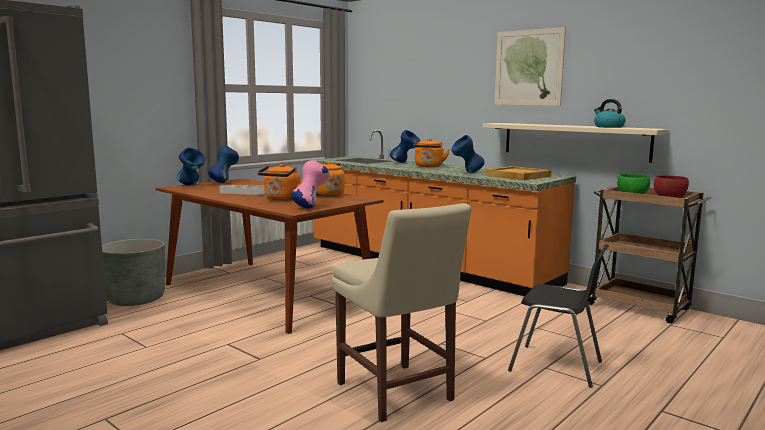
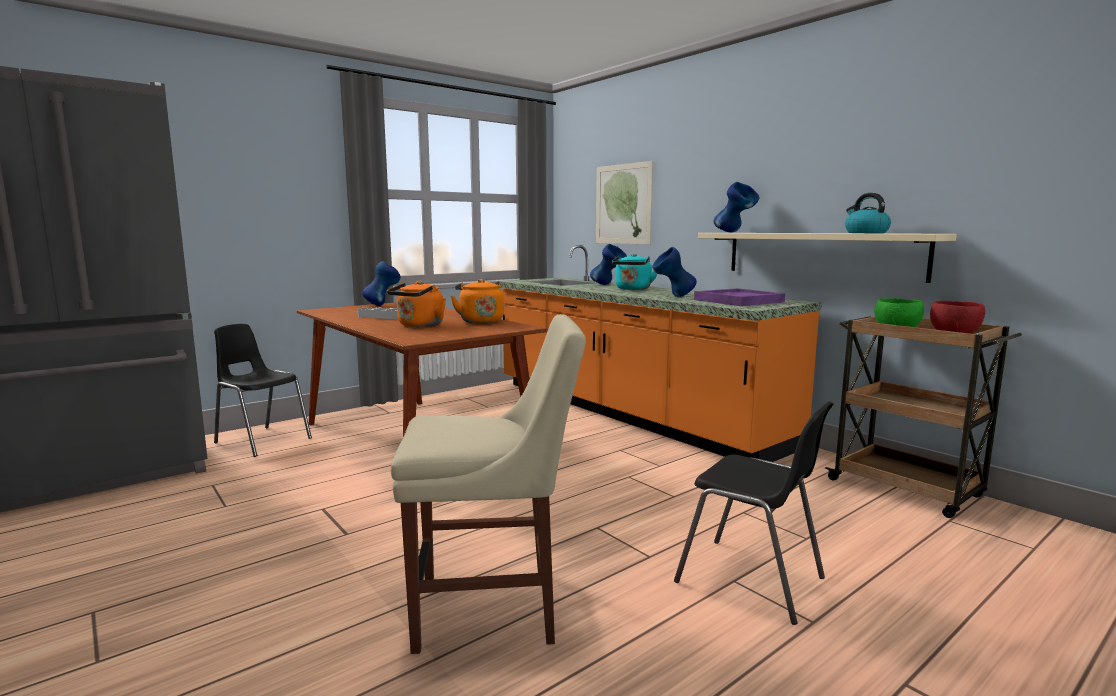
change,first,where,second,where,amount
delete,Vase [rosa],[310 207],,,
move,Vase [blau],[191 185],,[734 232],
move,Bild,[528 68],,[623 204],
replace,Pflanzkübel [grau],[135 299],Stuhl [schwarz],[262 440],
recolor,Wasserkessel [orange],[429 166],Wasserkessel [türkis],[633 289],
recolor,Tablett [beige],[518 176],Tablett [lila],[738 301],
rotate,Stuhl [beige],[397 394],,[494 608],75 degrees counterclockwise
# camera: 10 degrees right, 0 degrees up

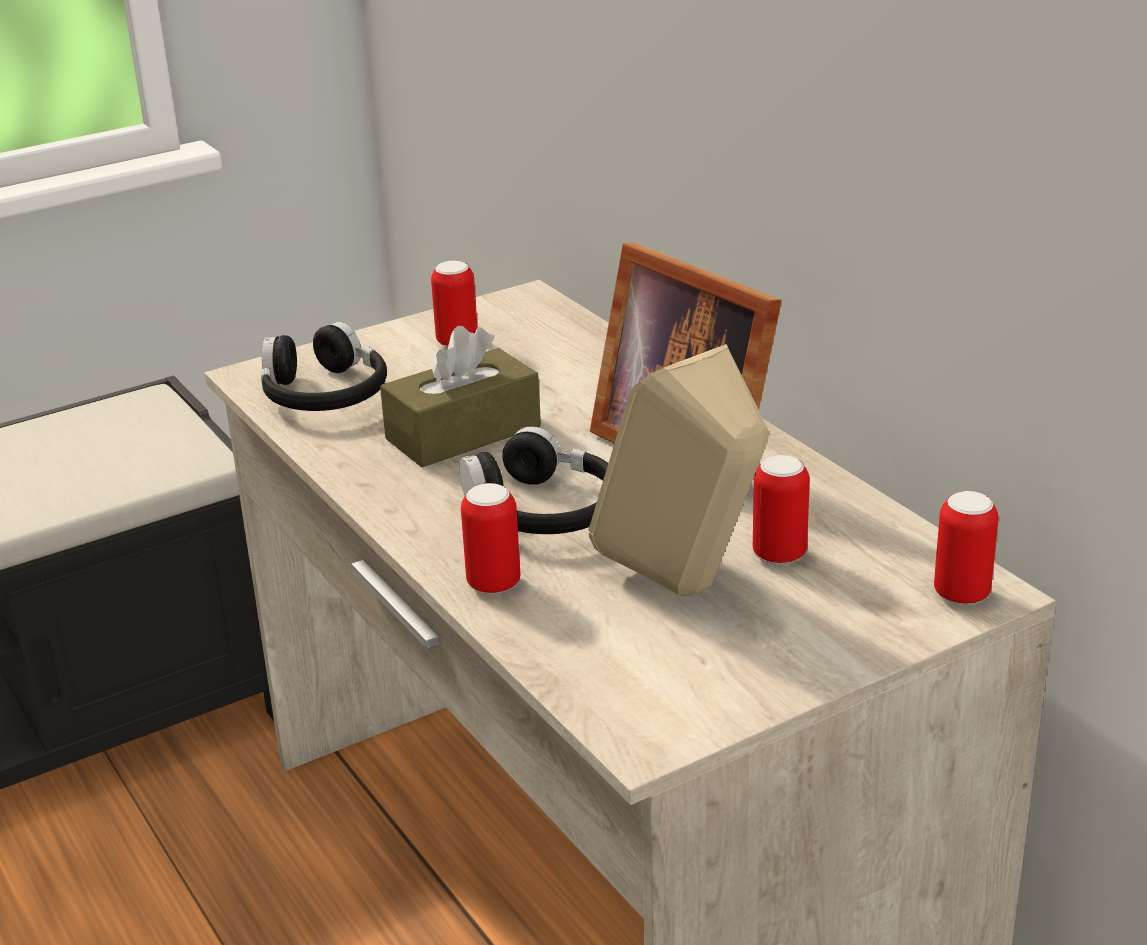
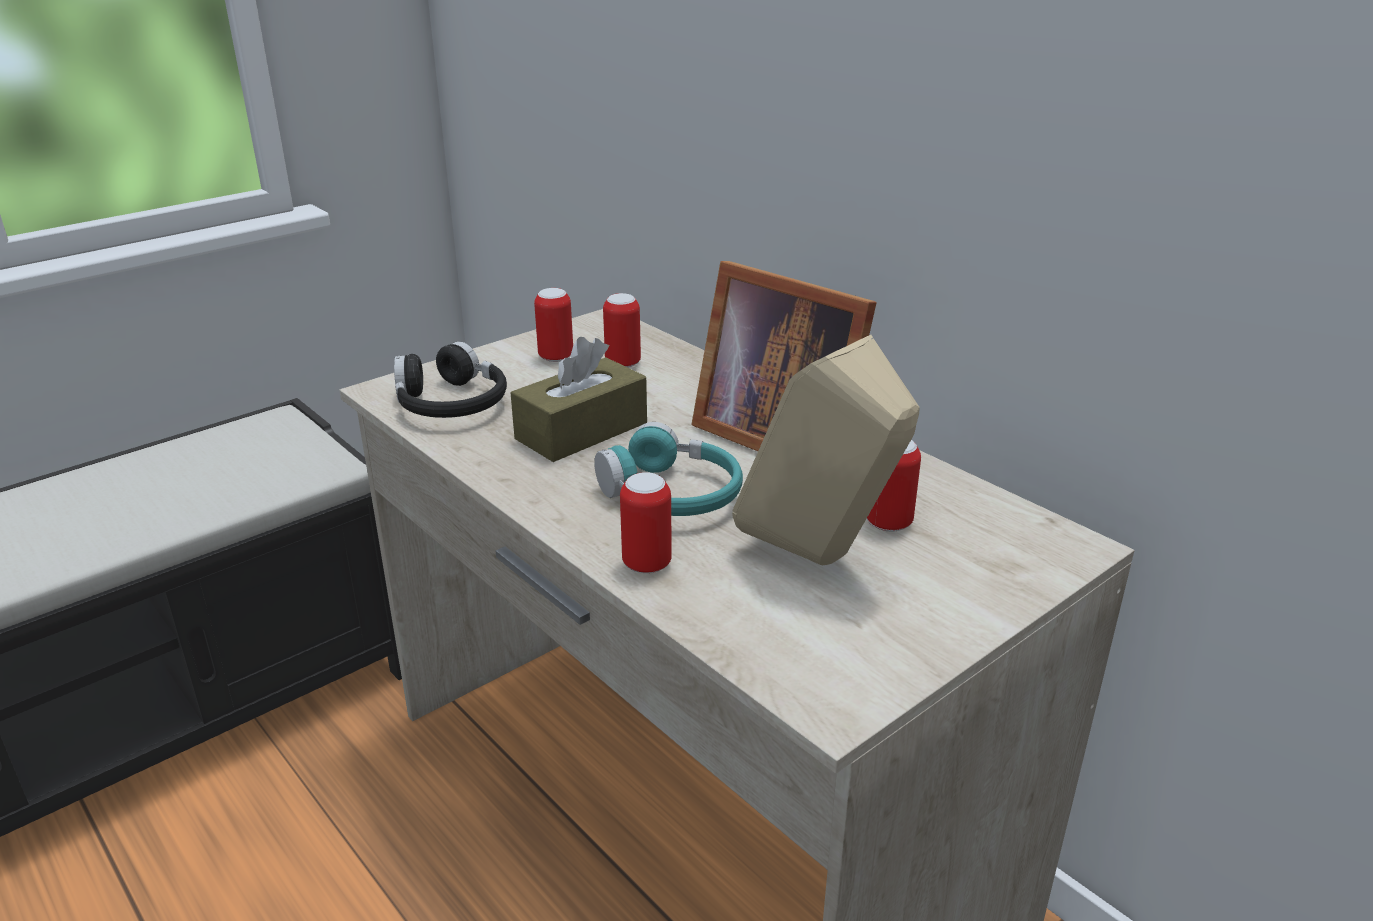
change,first,where,second,where,amount
move,Dose,[961 594],,[623 363],
recolor,Kopfhörer [schwarz],[543 511],Kopfhörer [türkis],[671 495],
# camera: 10 degrees left, 0 degrees up

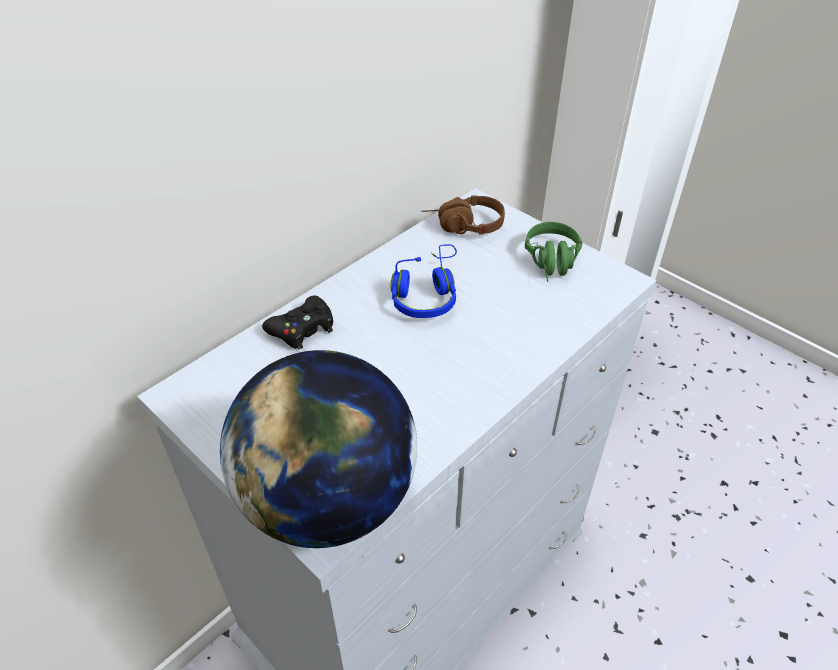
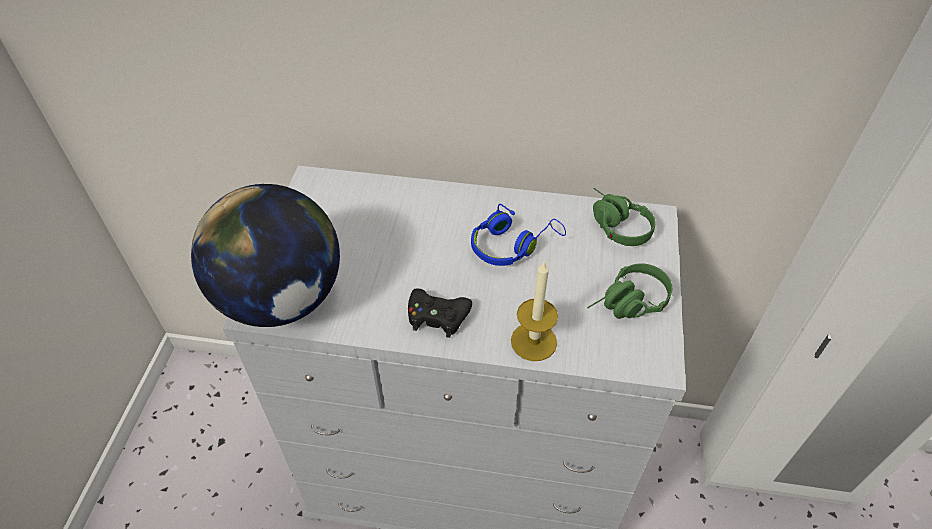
change,first,where,second,where,amount
insert,,,Kerze,[533 341],
move,Gamepad [schwarz],[302 329],,[437 316],
recolor,Kopfhörer [braun],[462 227],Kopfhörer [grün],[614 224],
# camera: 55 degrees right, 5 degrees up

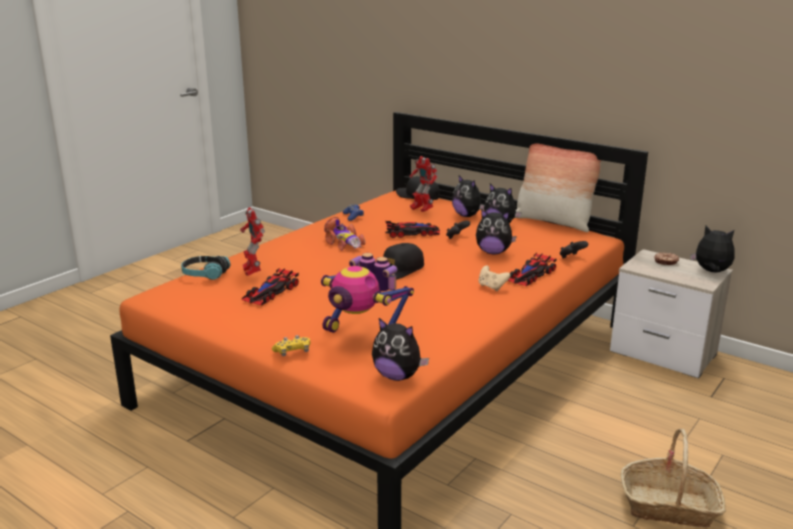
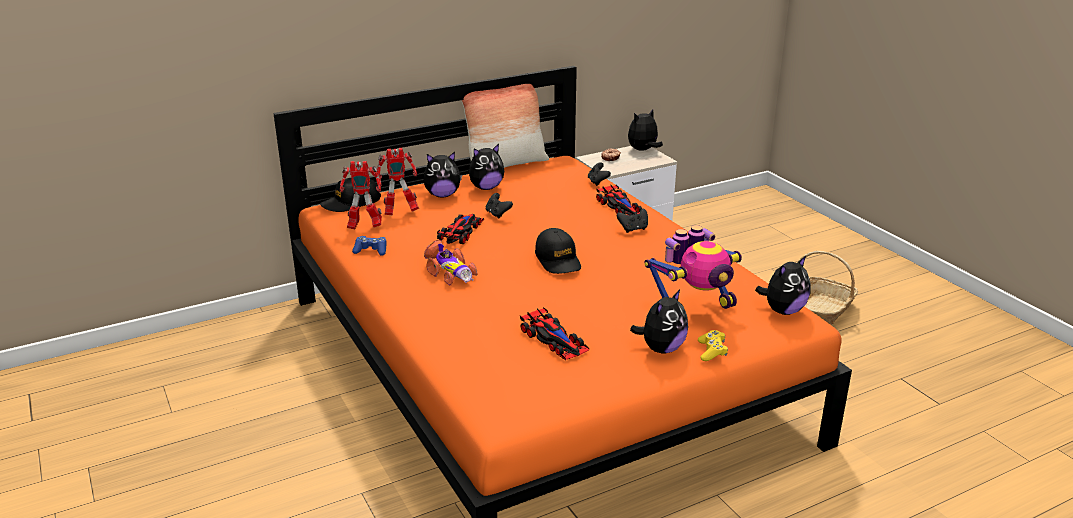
change,first,where,second,where,amount
delete,Kopfhörer,[205 274],,,
move,Spielzeugroboter,[252 273],,[364 226],
move,Plüschtier,[493 252],,[661 348],
recolor,Gamepad [beige],[492 287],Gamepad [schwarz],[633 229],
rotate,Spielzeugauto,[343 242],,[449 272],60 degrees clockwise
# camera: 65 degrees left, 5 degrees up

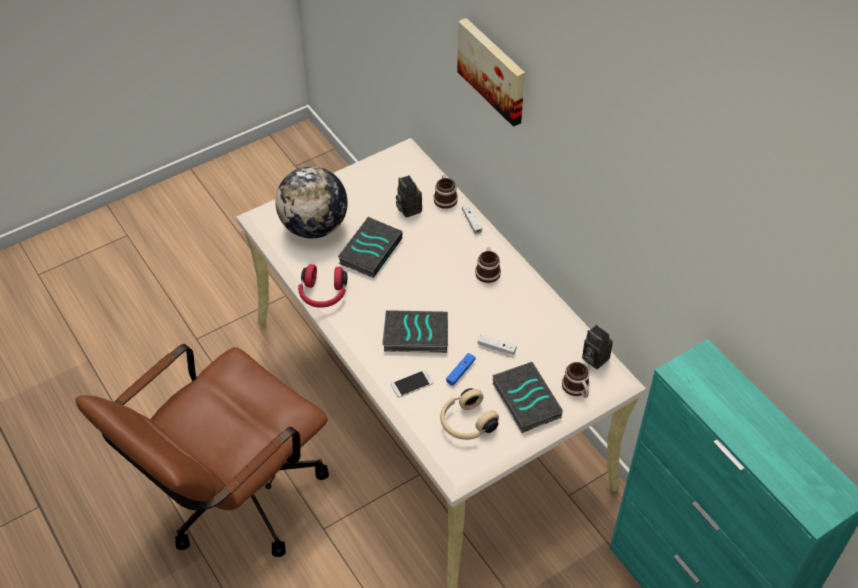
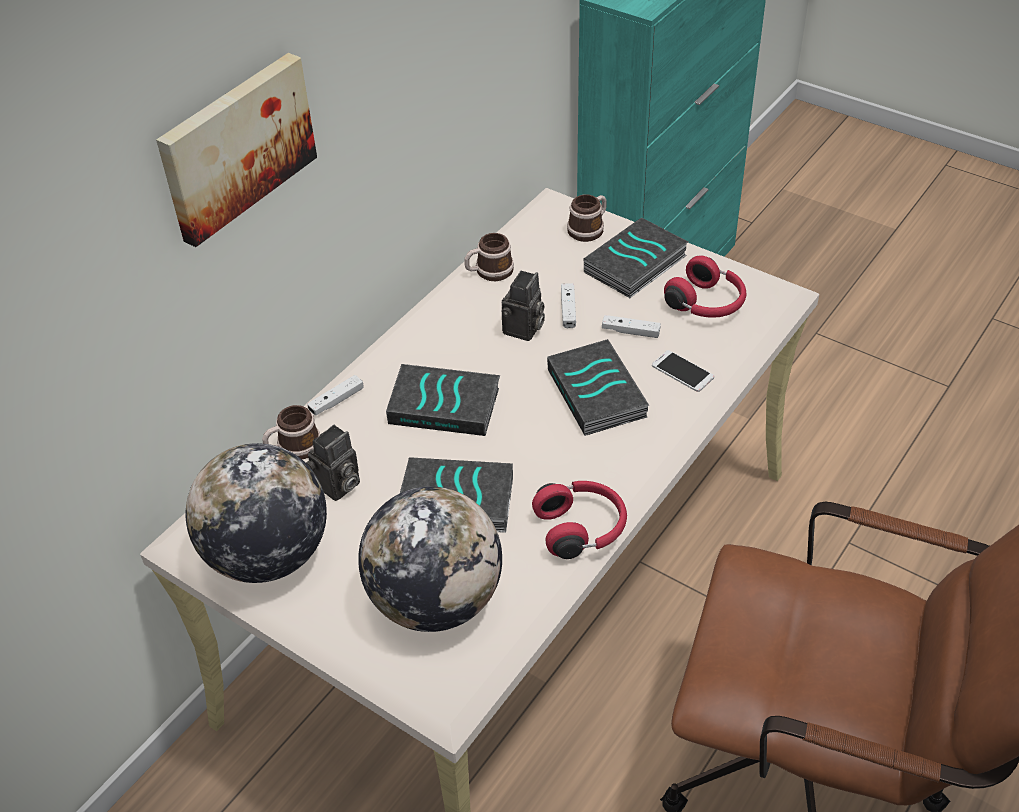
change,first,where,second,where,amount
insert,,,Globus,[268 555],
insert,,,Buch,[445 405],
move,Henkelbecher,[487 271],,[489 272],
move,Kamera,[593 358],,[523 330],
recolor,Kopfhörer [beige],[466 423],Kopfhörer [rot],[707 304],
recolor,Gamepad [blau],[460 372],Gamepad [weiß],[630 331],
# camera: 110 degrees left, 5 degrees down

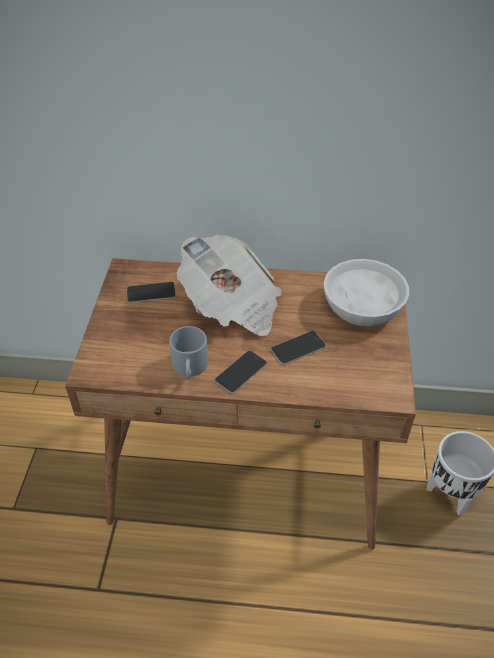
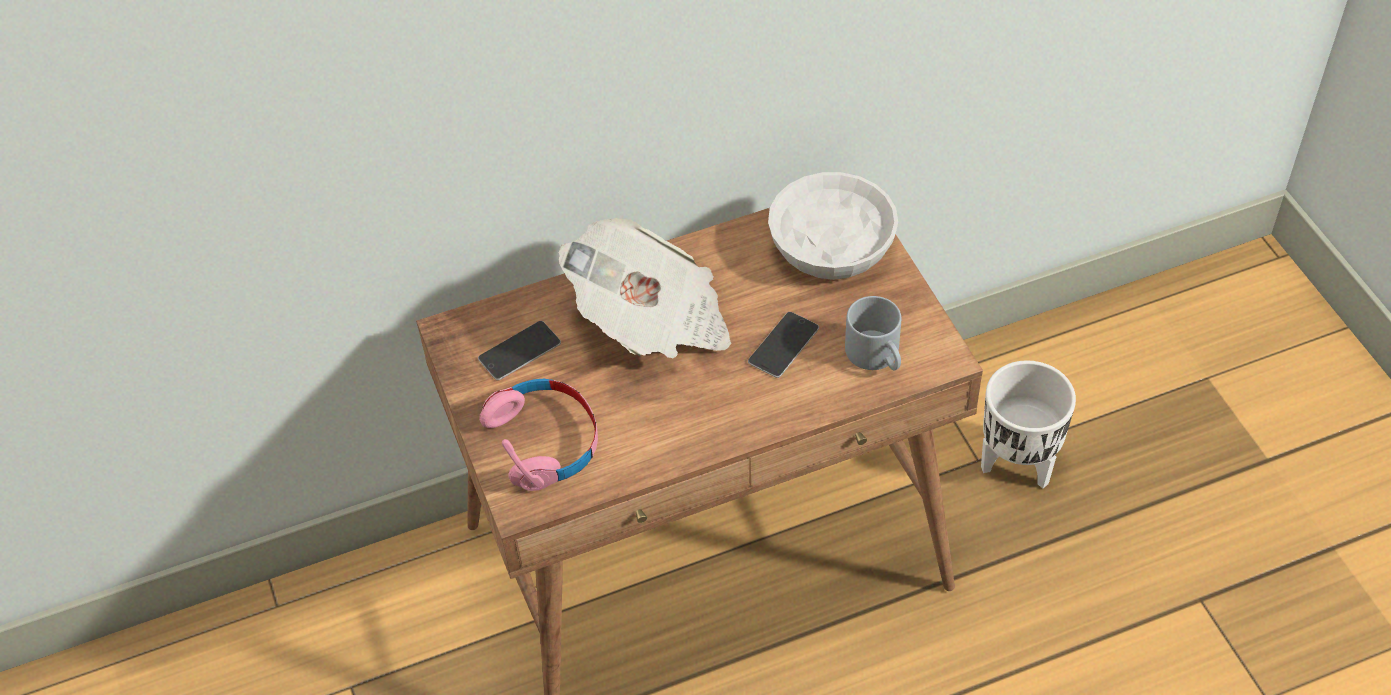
change,first,where,second,where,amount
delete,Handy,[241 372],,,
insert,,,Kopfhörer [rosa],[544 441],
move,Henkelbecher [grau],[190 368],,[878 355],
# camera: 25 degrees left, 5 degrees up

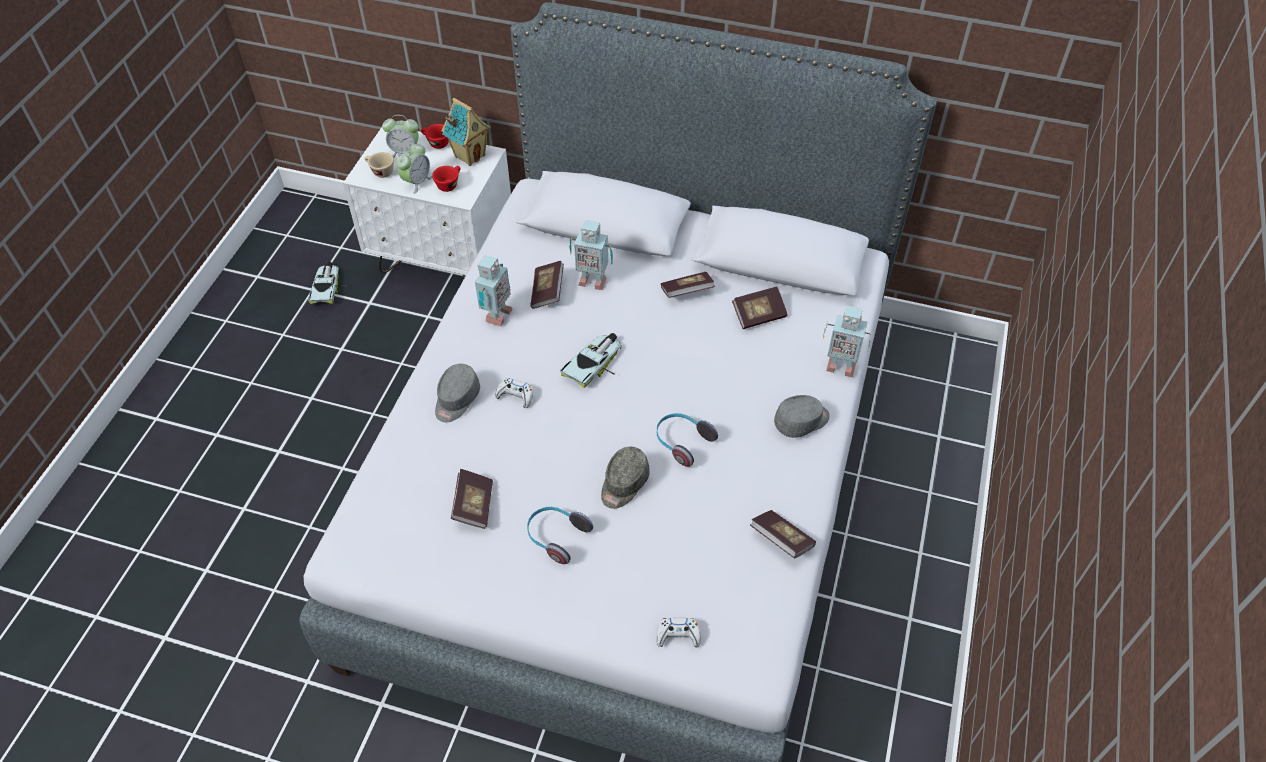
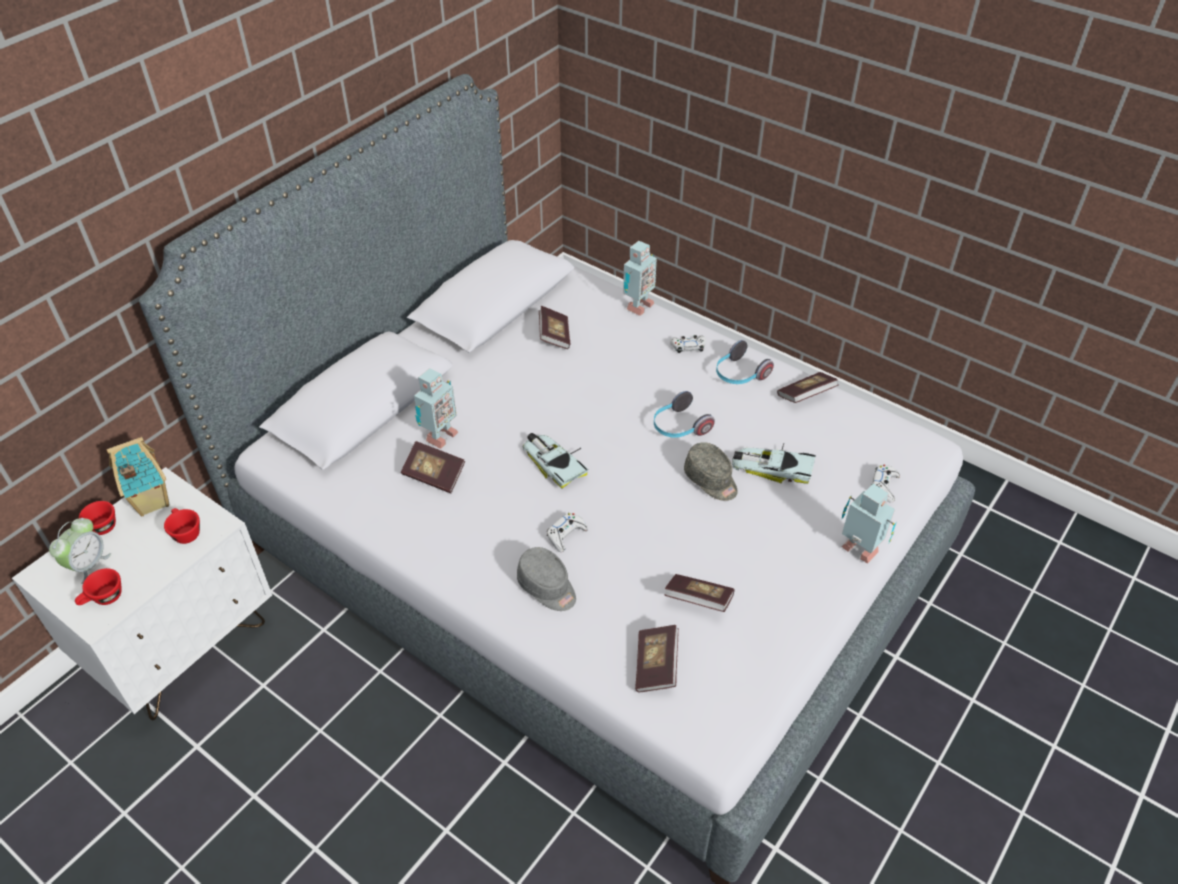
change,first,where,second,where,amount
delete,Wecker,[416 182],,,
move,Spielzeugauto,[327 286],,[772 467],
move,Spielzeugroboter,[496 315],,[859 552],
move,Kopfhörer,[556 537],,[739 374],
move,Buch,[687 292],,[656 666],
replace,Kappe [grau],[802 421],Gamepad [weiß],[688 347],
recolor,Tasse [beige],[380 171],Tasse [rot],[103 599],
# camera: 70 degrees left, 5 degrees down

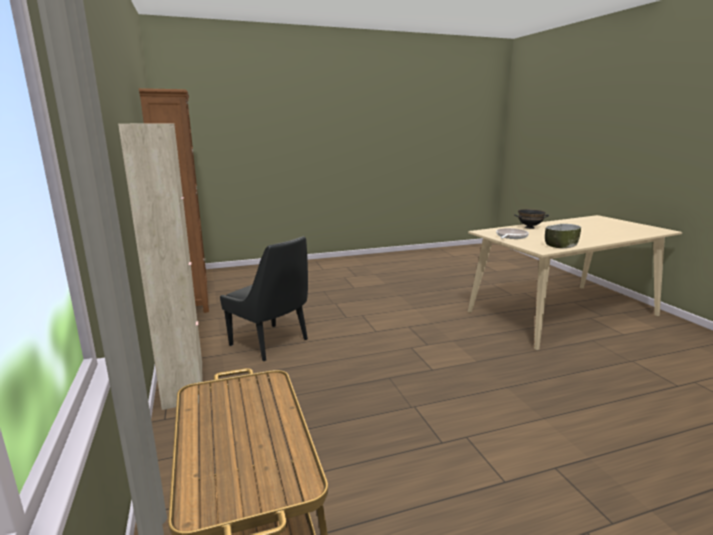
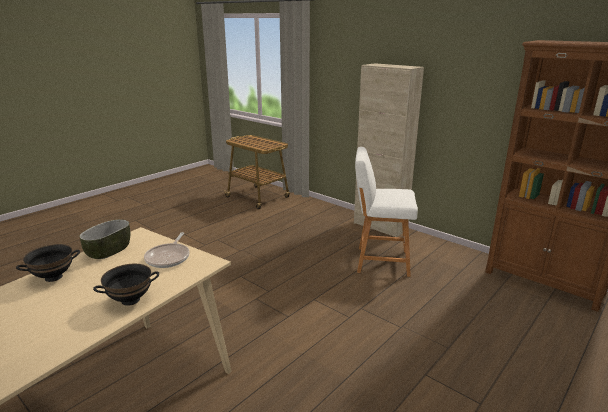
change,first,where,second,where,amount
insert,,,Schüssel [schwarz],[53 277],
replace,Stuhl [schwarz],[271 343],Hocker [weiß],[379 261],
# camera: 150 degrees right, 5 degrees up

